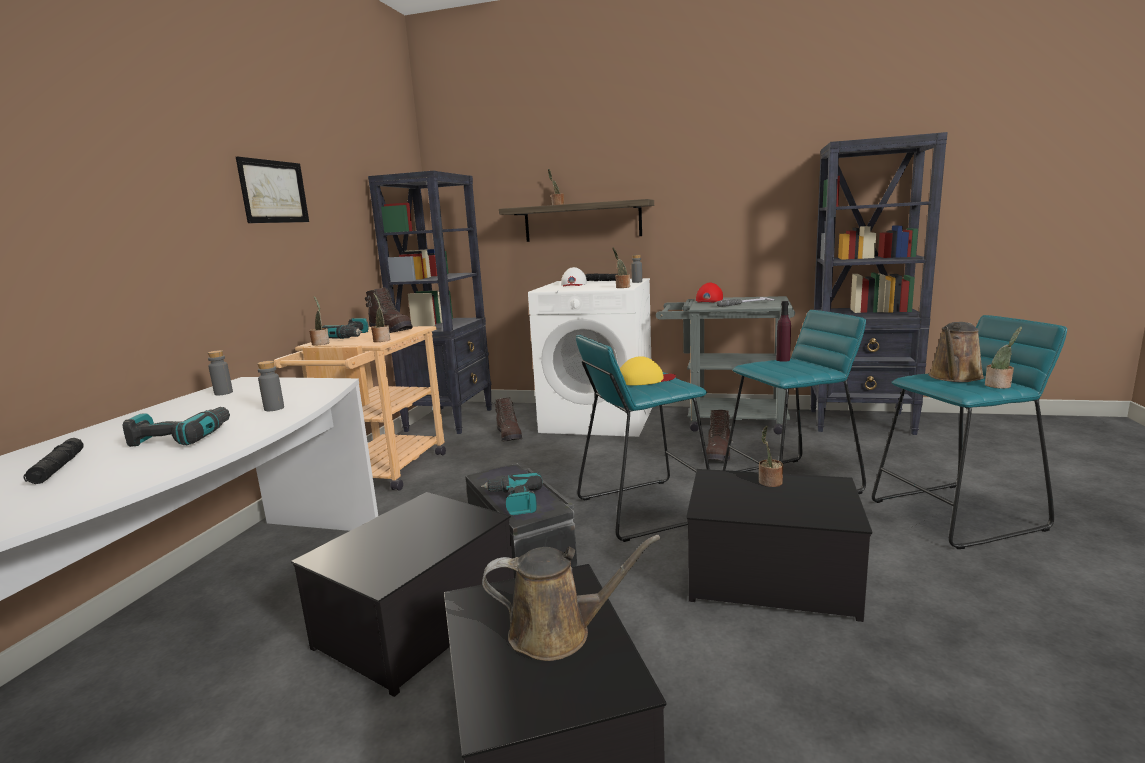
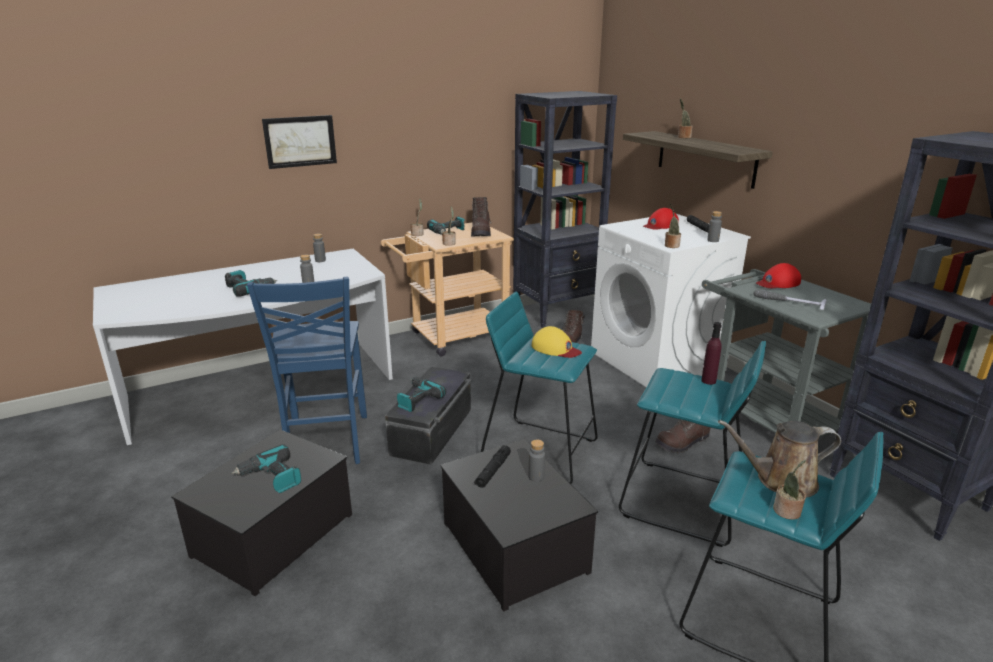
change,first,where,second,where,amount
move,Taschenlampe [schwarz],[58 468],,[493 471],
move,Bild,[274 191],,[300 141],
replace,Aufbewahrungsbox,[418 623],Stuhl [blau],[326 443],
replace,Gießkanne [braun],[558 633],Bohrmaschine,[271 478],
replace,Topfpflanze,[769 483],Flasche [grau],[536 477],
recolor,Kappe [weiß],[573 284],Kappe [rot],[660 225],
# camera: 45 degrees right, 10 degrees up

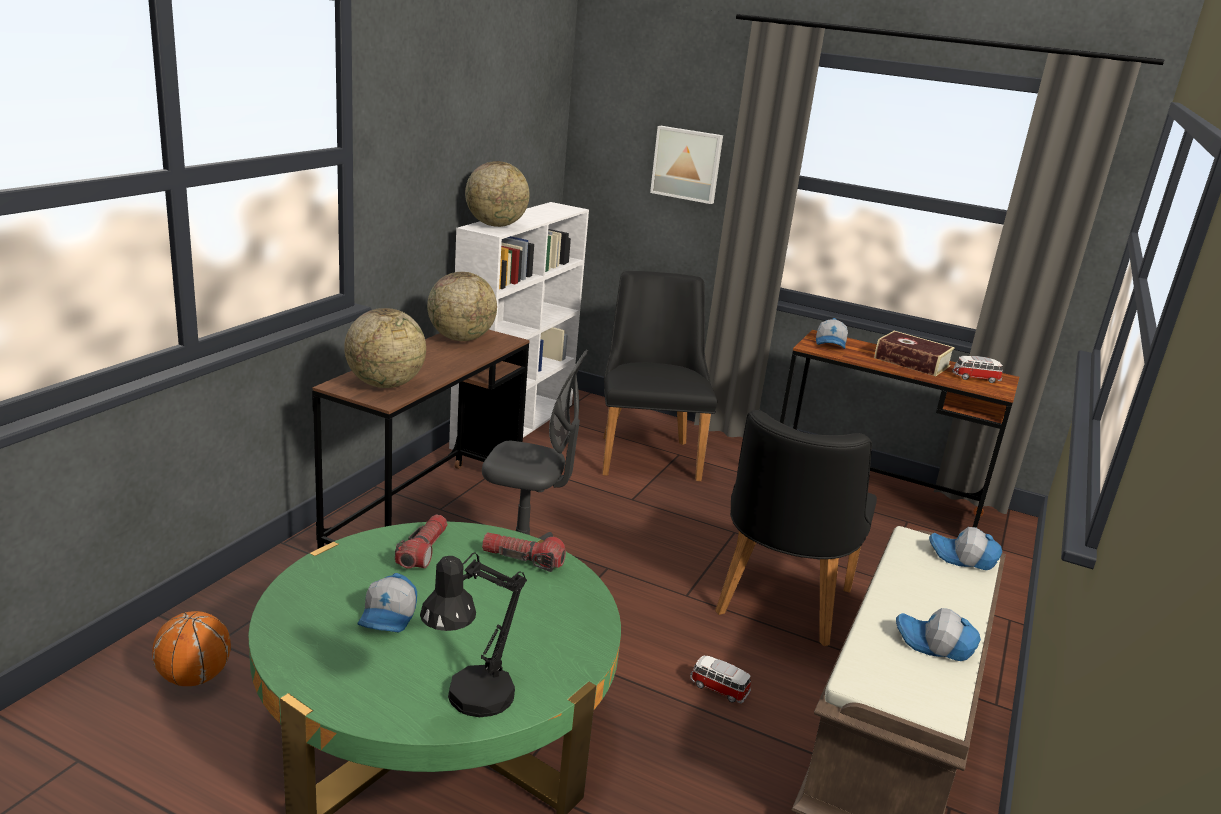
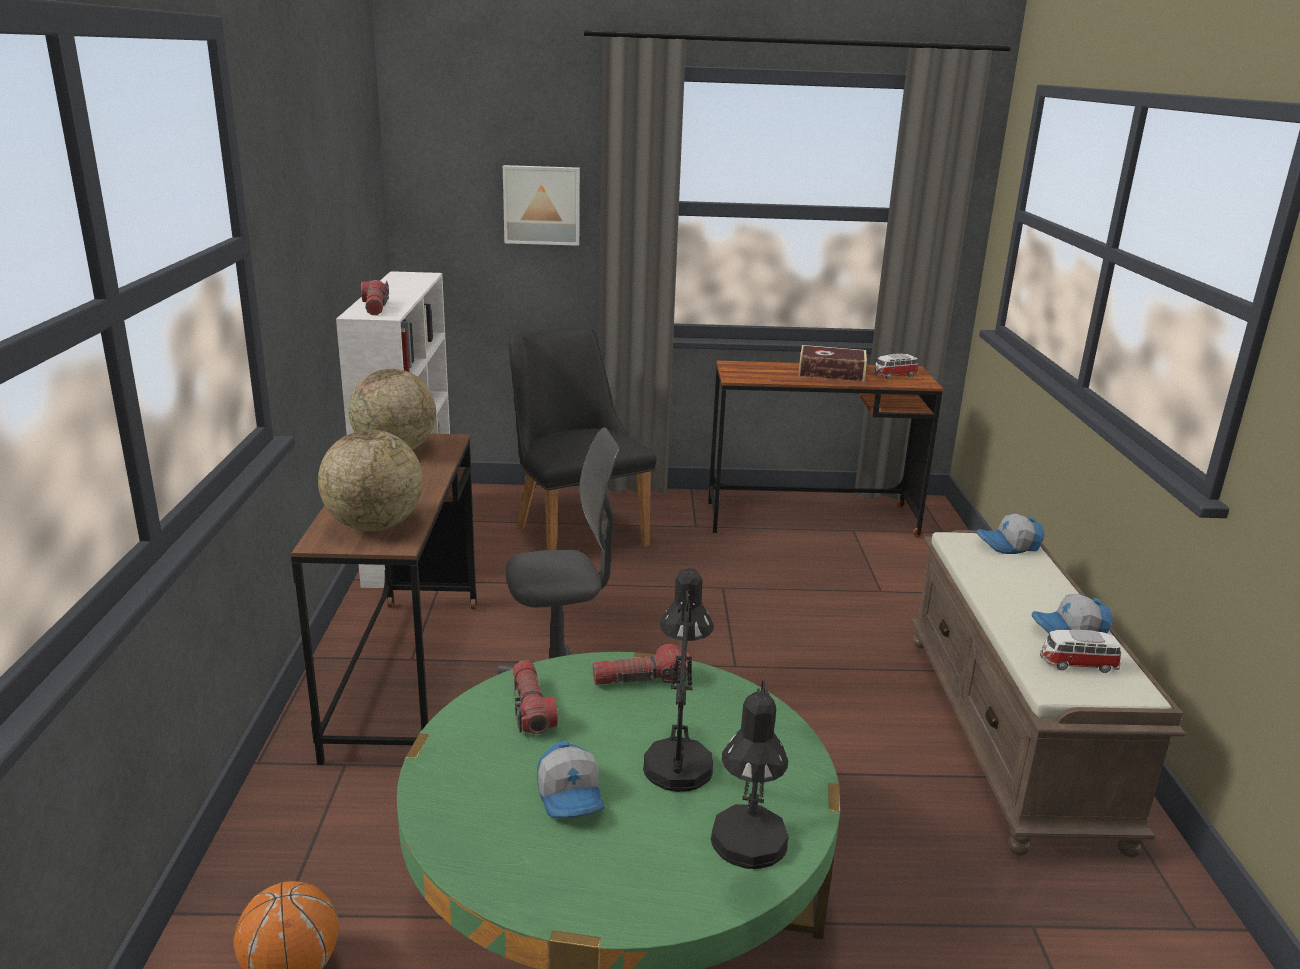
change,first,where,second,where,amount
delete,Stuhl [schwarz],[778 607],,,
delete,Kappe,[831 344],,,
insert,,,Tischlampe [schwarz],[678 757],
move,Spielzeugauto,[718 689],,[1077 664],
replace,Globus,[496 225],Taschenlampe,[375 308],
# camera: 25 degrees left, 0 degrees up

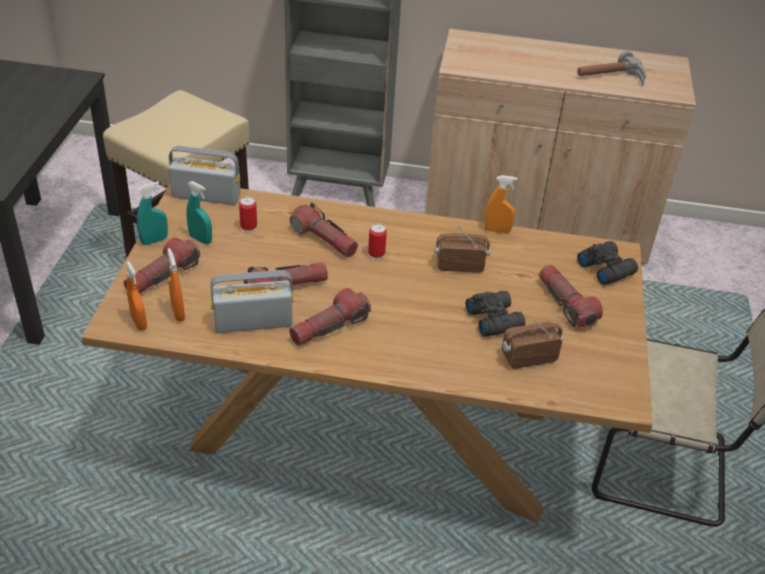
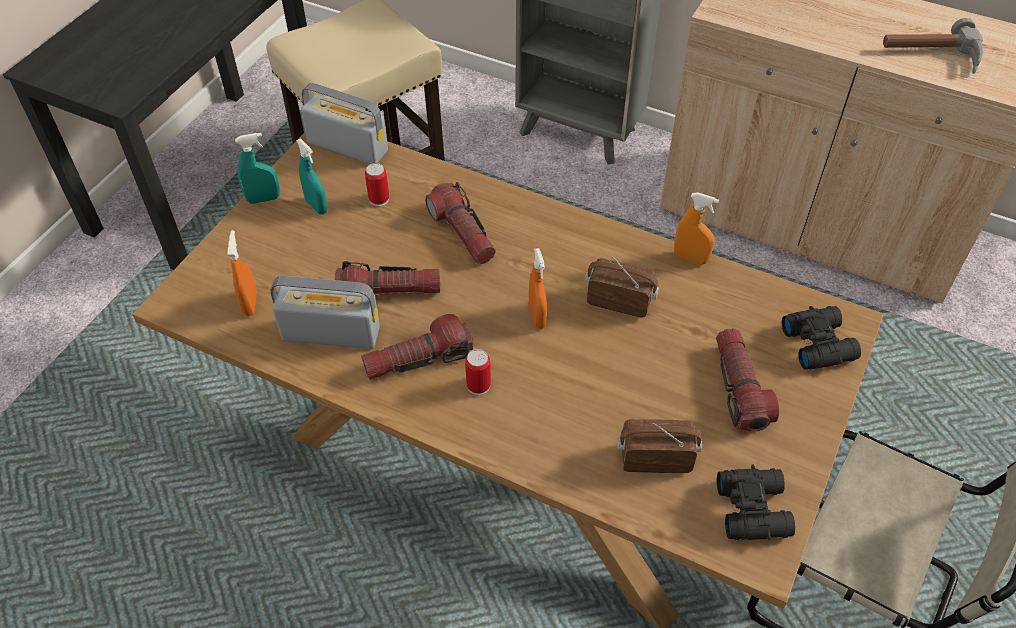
change,first,where,second,where,amount
delete,Taschenlampe,[163 276],,,
move,Sprühflasche [orange],[139 322],,[537 317],
move,Dose,[376 254],,[478 385],
move,Fernglas [schwarz],[494 319],,[754 508],
# camera: 20 degrees right, 10 degrees up

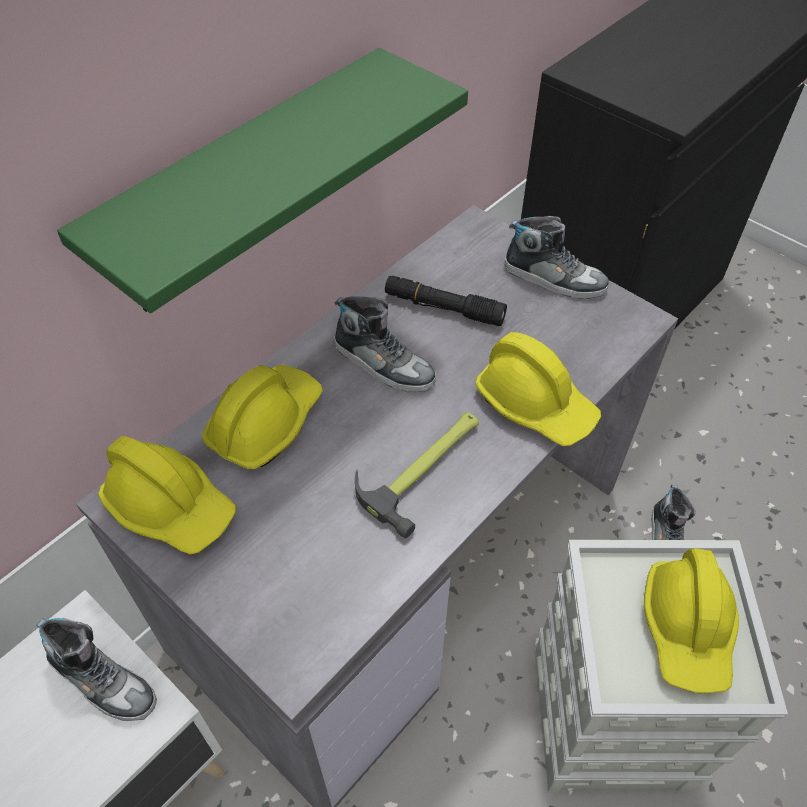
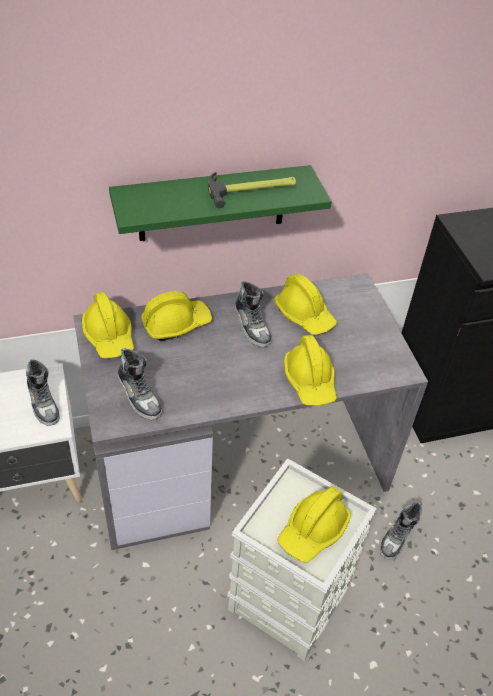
change,first,where,second,where,amount
move,Hammer,[424 467],,[252 189],
move,Schuh,[554 278],,[139 395],
replace,Taschenlampe [schwarz],[443 308],Schutzhelm [gelb],[305 315],
# camera: 30 degrees right, 5 degrees down

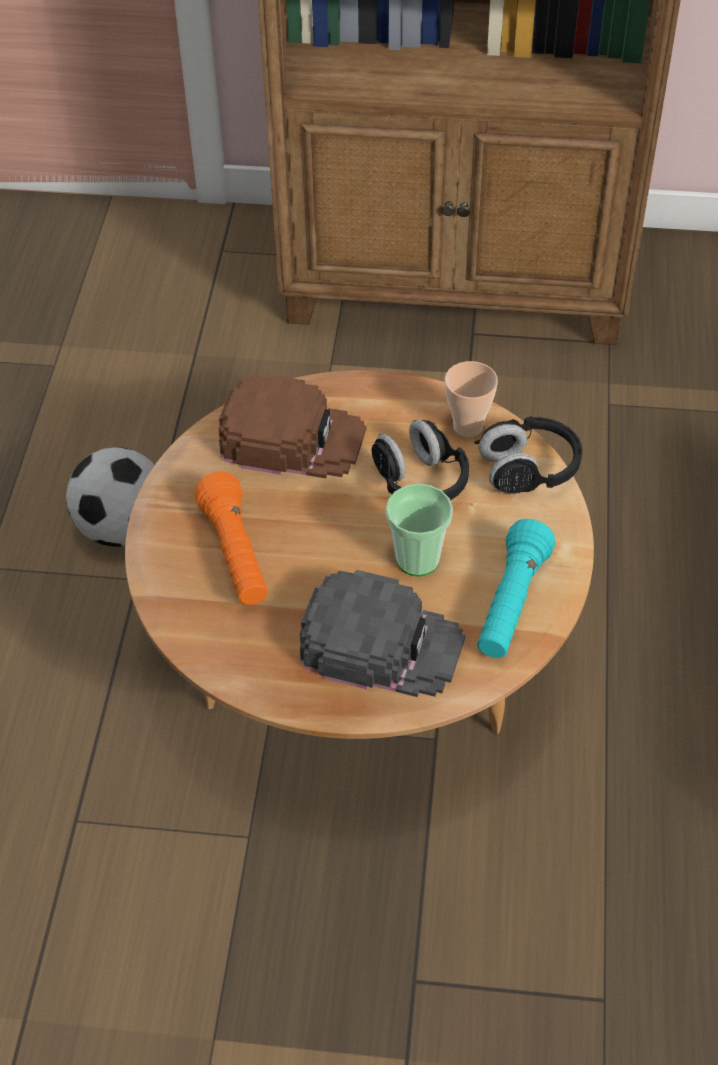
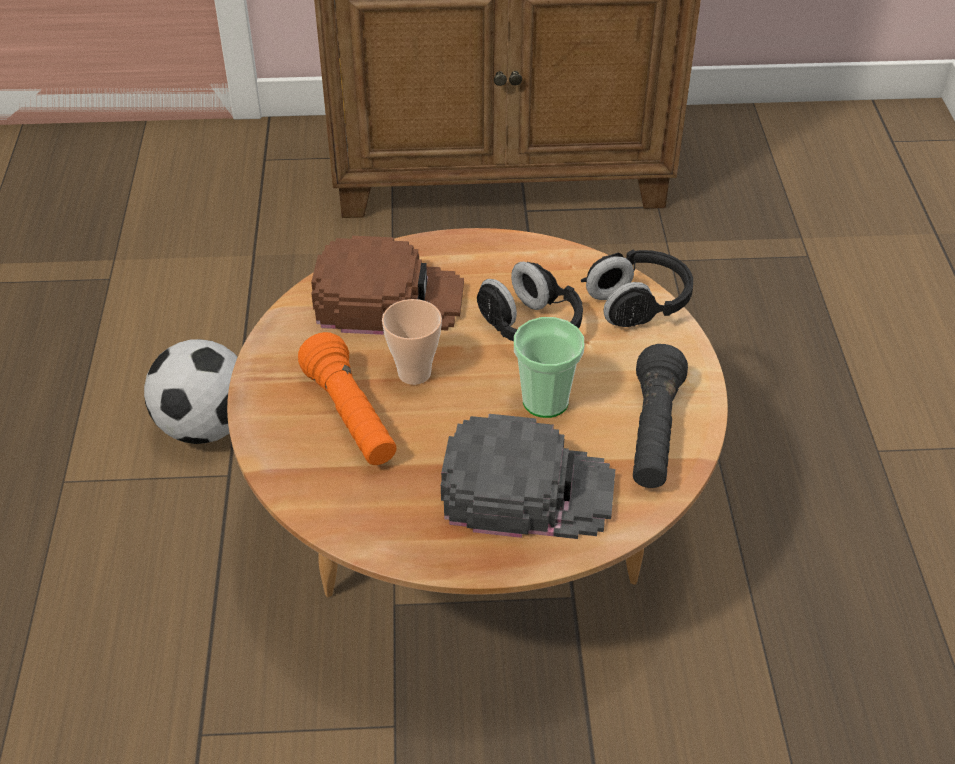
change,first,where,second,where,amount
move,Tasse,[468 426],,[414 373],
recolor,Taschenlampe [türkis],[511 604],Taschenlampe [schwarz],[654 434],
# camera: 10 degrees left, 5 degrees down

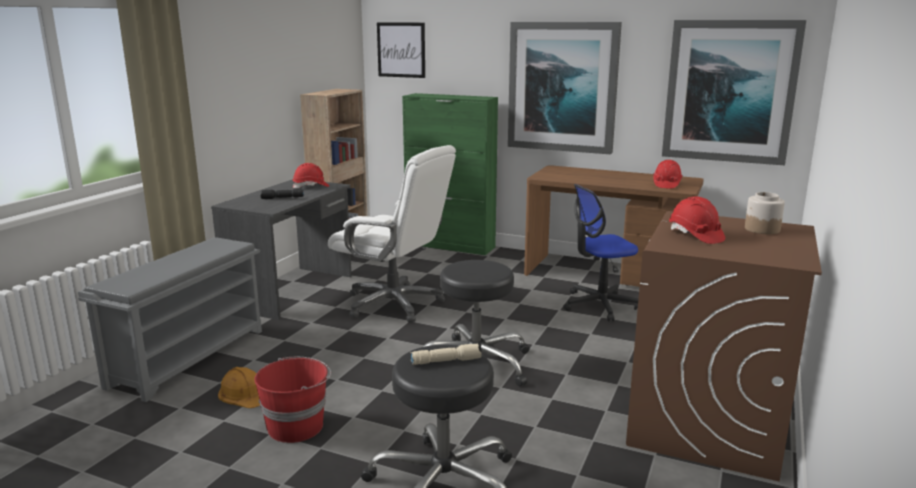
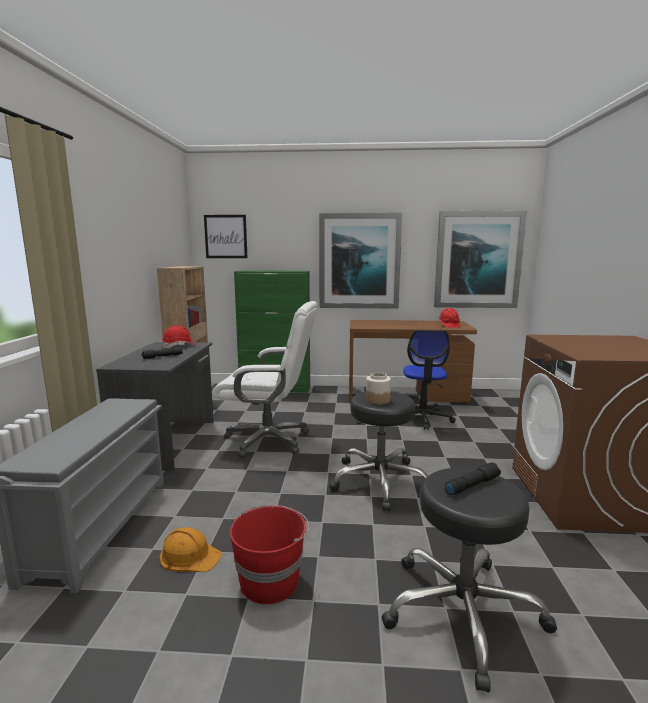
change,first,where,second,where,amount
delete,Schutzhelm [rot],[695 235],,,
move,Vorratsglas,[762 229],,[377 400],
recolor,Taschenlampe [beige],[446 361],Taschenlampe [schwarz],[472 485],
rotate,Bürostuhl,[599 305],,[422 418],45 degrees counterclockwise
# camera: 20 degrees left, 5 degrees down

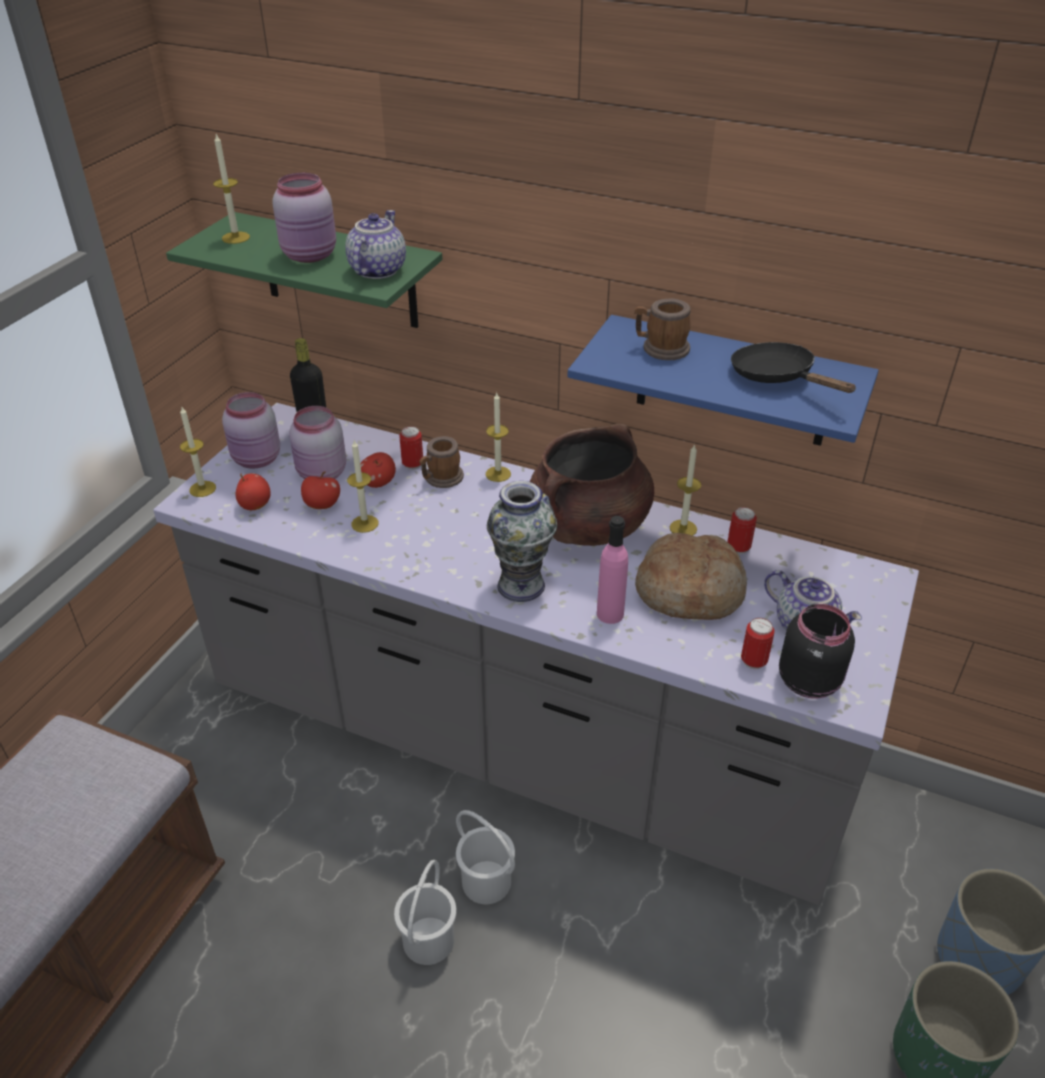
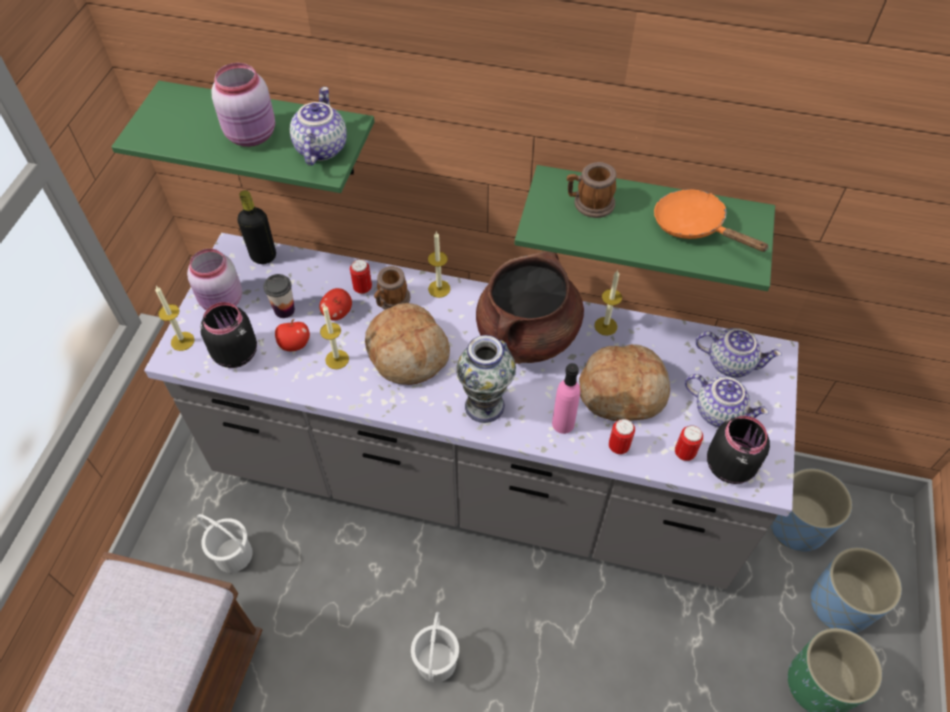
change,first,where,second,where,amount
delete,Kerze,[236 237],,,
insert,,,Brot,[407 352],
insert,,,Teekanne,[731 362],
insert,,,Pflanzkübel [blau],[797 525],
move,Eimer [weiß],[486 881],,[234 554],
move,Dose,[738 548],,[618 446],
replace,Apfel,[255 505],Vorratsglas [schwarz],[235 353],
replace,Vorratsglas [rosa],[321 474],Tasse,[284 310],
recolor,Wandregal [blau],[733 382],Wandregal [grün],[646 214],
recolor,Pfanne [schwarz],[778 377],Pfanne [orange],[694 226],
# camera: 10 degrees left, 15 degrees up

